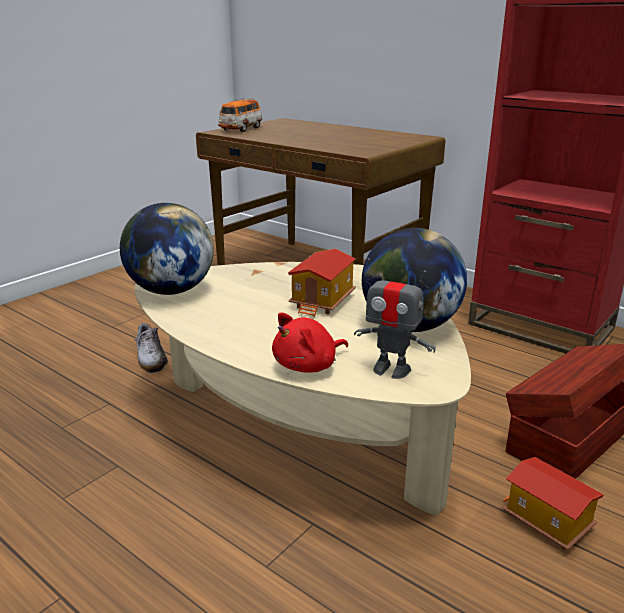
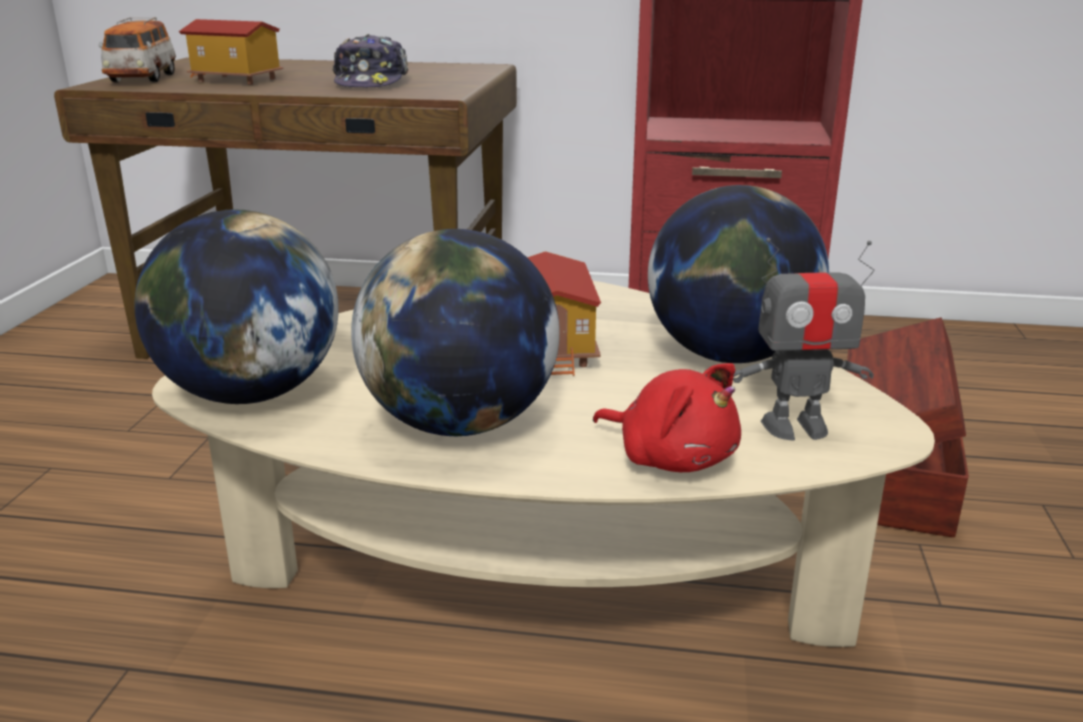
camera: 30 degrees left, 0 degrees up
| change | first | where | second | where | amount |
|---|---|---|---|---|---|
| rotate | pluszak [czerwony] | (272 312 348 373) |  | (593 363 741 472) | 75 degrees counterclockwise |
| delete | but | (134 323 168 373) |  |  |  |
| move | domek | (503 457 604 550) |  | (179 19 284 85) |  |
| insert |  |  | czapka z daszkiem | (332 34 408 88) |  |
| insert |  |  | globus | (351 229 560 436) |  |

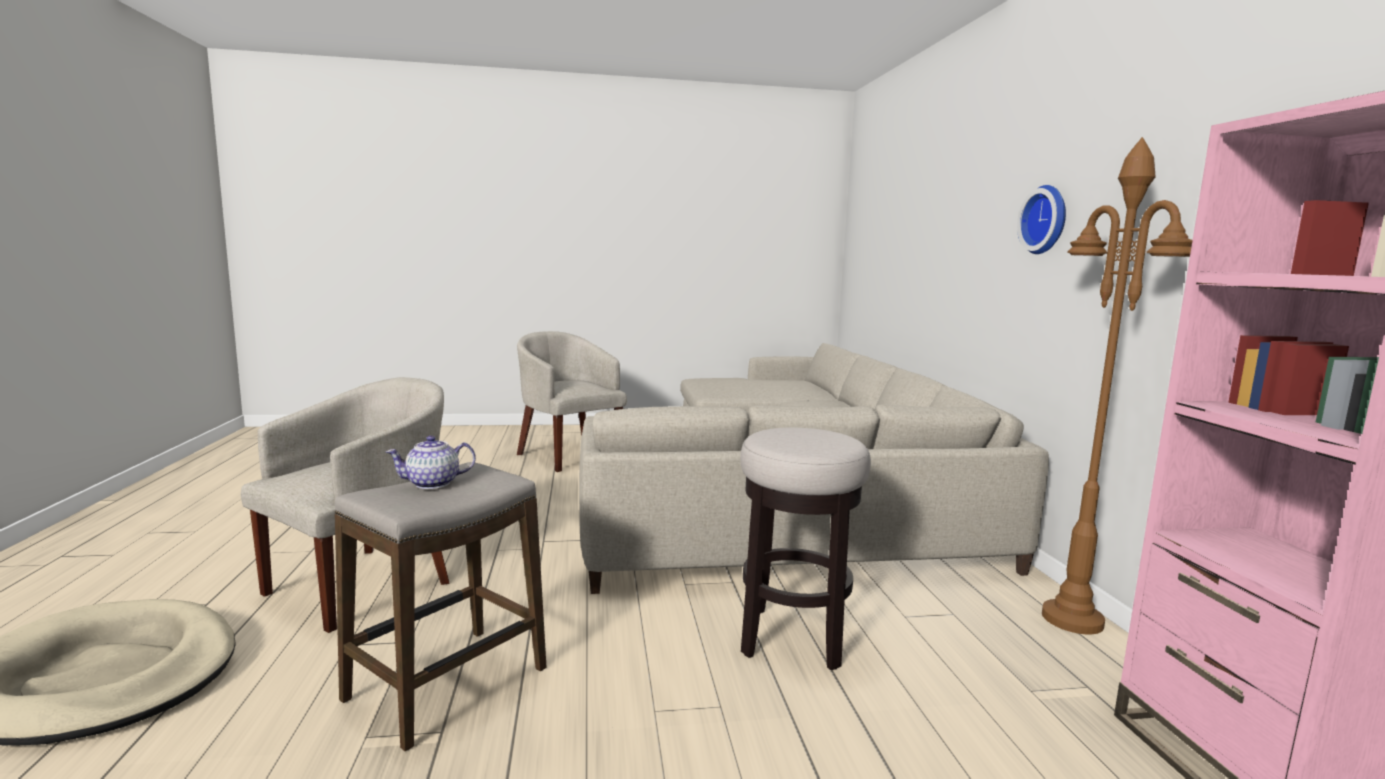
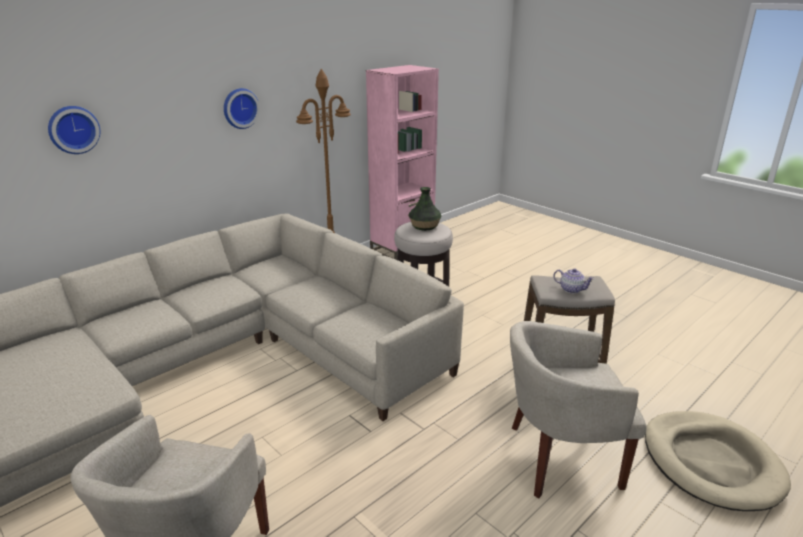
camera: 125 degrees left, 15 degrees up
| change | first | where | second | where | amount |
|---|---|---|---|---|---|
| insert |  |  | zegar ścienny | (48 106 100 154) |  |
| insert |  |  | wazon | (408 187 442 231) |  |

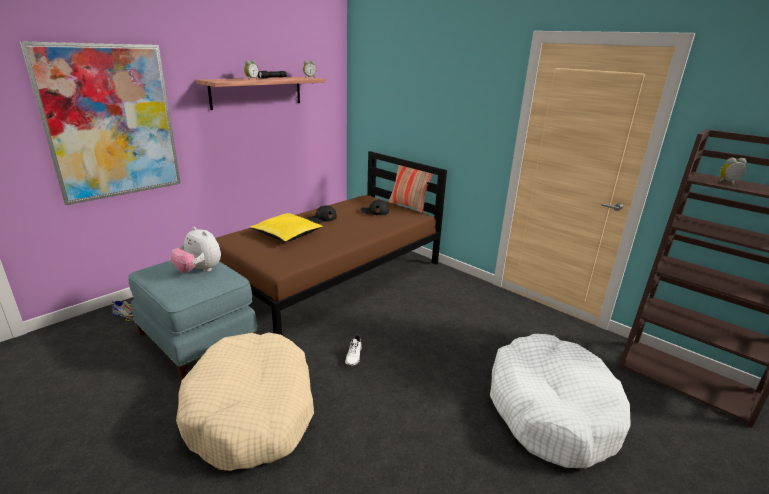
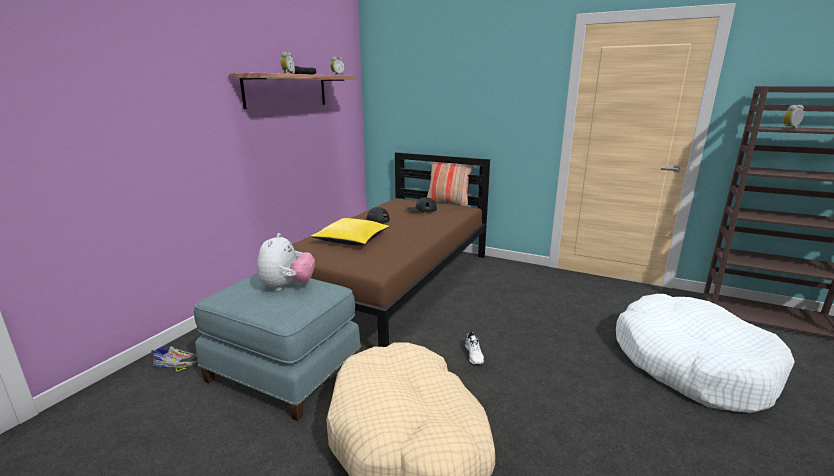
camera: 15 degrees left, 5 degrees down
| change | first | where | second | where | amount |
|---|---|---|---|---|---|
| delete | obraz | (20 41 181 205) |  |  |  |
| rotate | pluszak | (171 227 221 273) |  | (257 233 315 291) | 105 degrees counterclockwise |

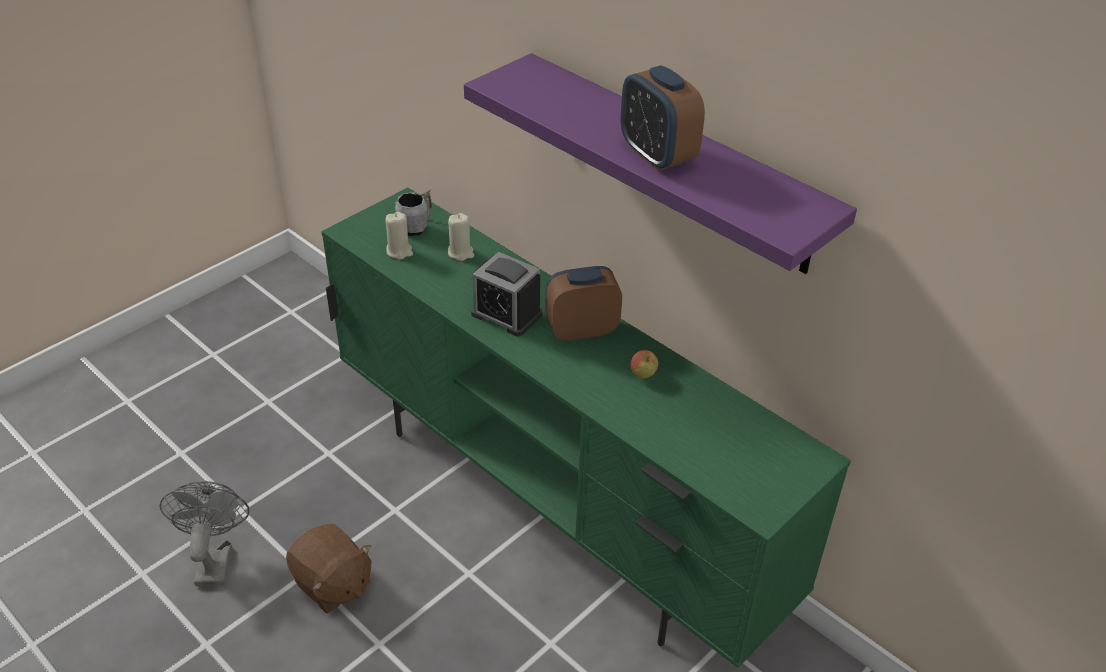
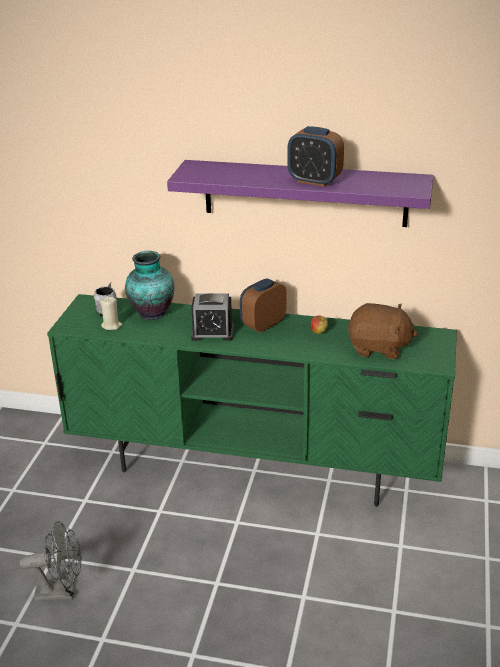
camera: 30 degrees left, 10 degrees down
| change | first | where | second | where | amount |
|---|---|---|---|---|---|
| replace | świeca [beżowy] | (448 213 474 261) | wazon | (125 251 175 320) |  |
| rotate | wentylator [szary] | (160 481 249 586) |  | (19 521 82 602) | 120 degrees clockwise |
| move | pluszak [brązowy] | (286 523 372 613) |  | (347 303 417 359) |  |

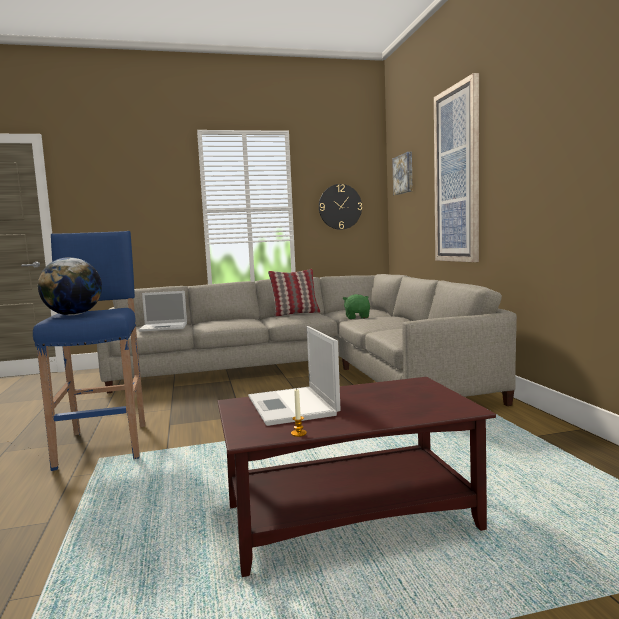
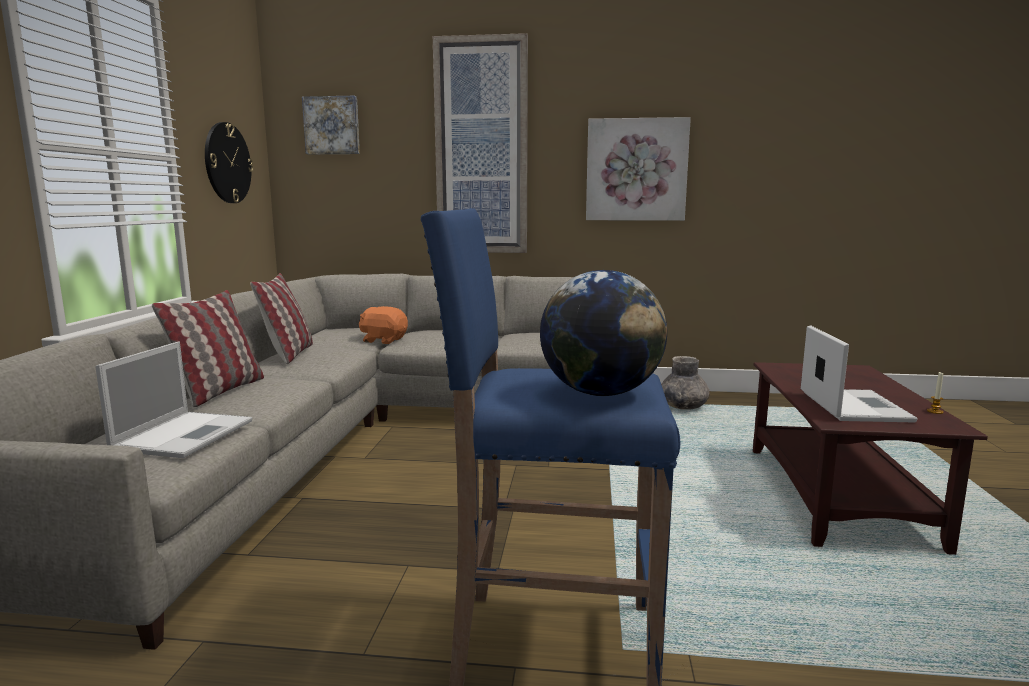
camera: 70 degrees left, 5 degrees up
| change | first | where | second | where | amount |
|---|---|---|---|---|---|
| recolor | pluszak [zielony] | (342 294 370 319) | pluszak [pomarańczowy] | (359 306 408 344) |  |
| rotate | laptop | (248 326 341 426) |  | (801 326 918 423) | 90 degrees counterclockwise |
| insert |  |  | obraz | (586 117 691 221) |  |
| insert |  |  | poduszka | (152 290 264 408) |  |
| insert |  |  | wazon [szary] | (661 356 710 410) |  |

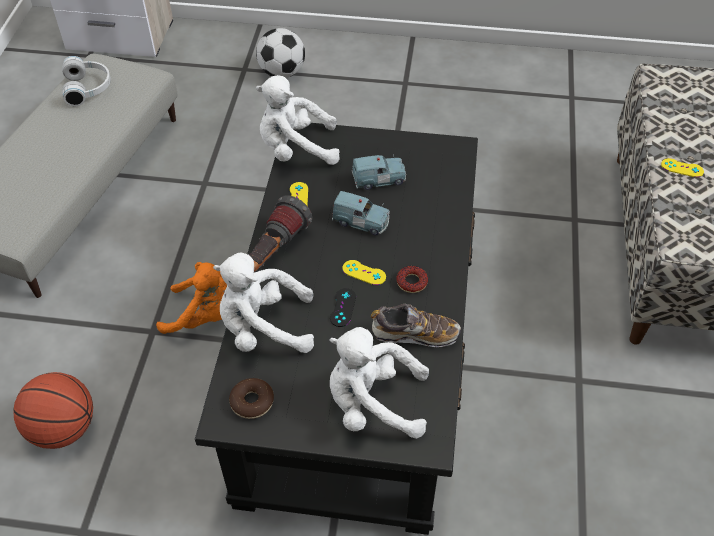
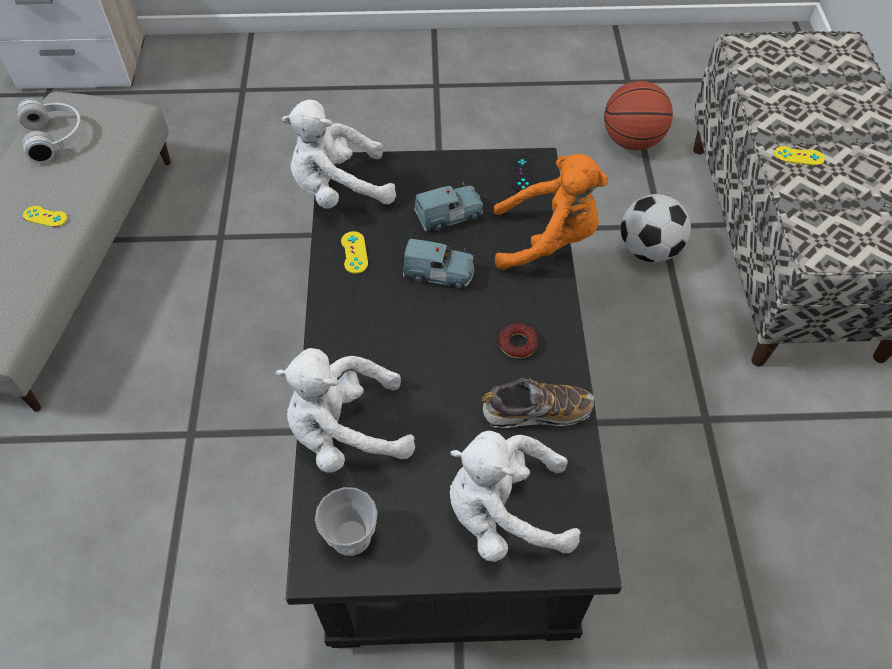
camera: 10 degrees left, 5 degrees up
| change | first | where | second | where | amount |
|---|---|---|---|---|---|
| move | piłka futbolowa | (256 28 305 78) |  | (621 194 691 262) |  |
| delete | latarka | (249 195 313 272) |  |  |  |
| move | pad do gier [żółty] | (342 260 386 285) |  | (23 206 67 227) |  |
| move | pluszak [pomarańczowy] | (156 262 227 334) |  | (493 154 608 270) |  |
| move | pad do gier [czarny] | (330 288 356 327) |  | (511 155 534 192) |  |
| move | piłka do koszykówki | (13 372 93 449) |  | (604 81 673 150) |  |
| replace | donut | (229 378 274 419) | filiżanka | (315 487 378 556) |  |

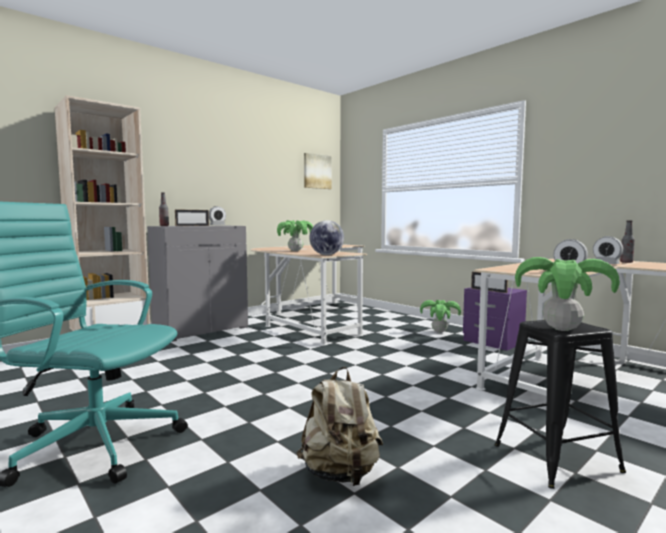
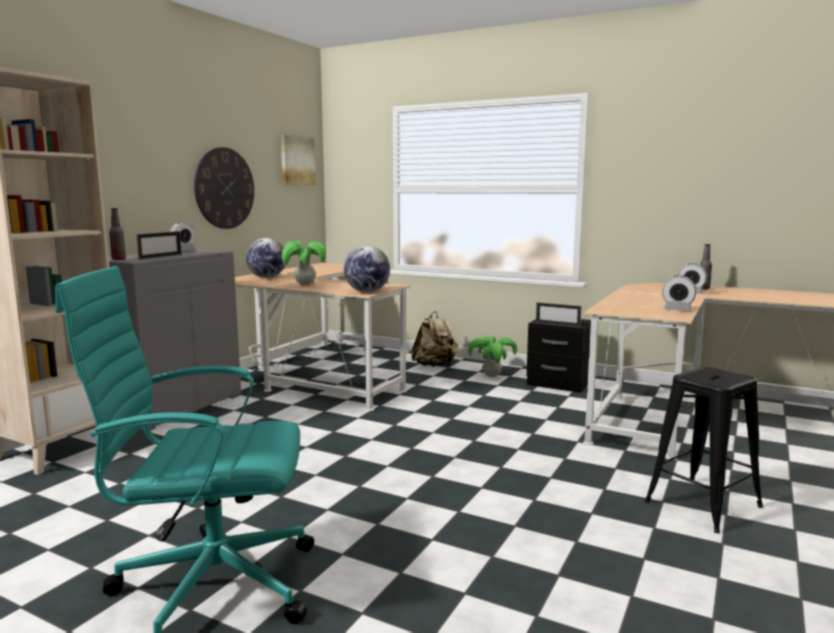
camera: 20 degrees left, 5 degrees up
| change | first | where | second | where | amount |
|---|---|---|---|---|---|
| delete | roślina doniczkowa | (515 257 620 331) |  |  |  |
| recolor | szafka nocna [fioletowy] | (463 287 527 351) | szafka nocna [czarny] | (527 319 591 393) |  |
| move | plecak [beżowy] | (296 367 383 486) |  | (411 311 459 367) |  |
| insert |  |  | zegar ścienny | (194 147 254 229) |  |
| insert |  |  | globus | (246 238 285 278) |  |

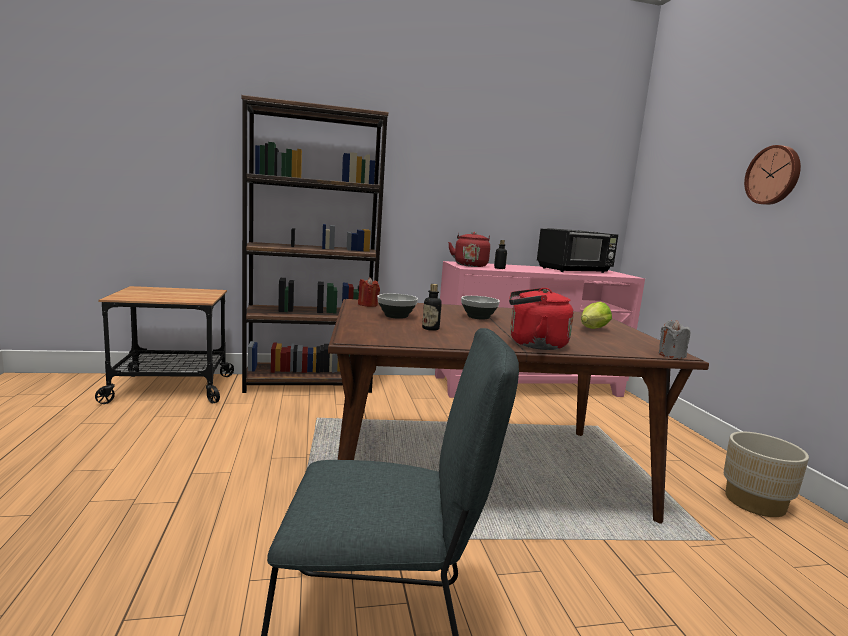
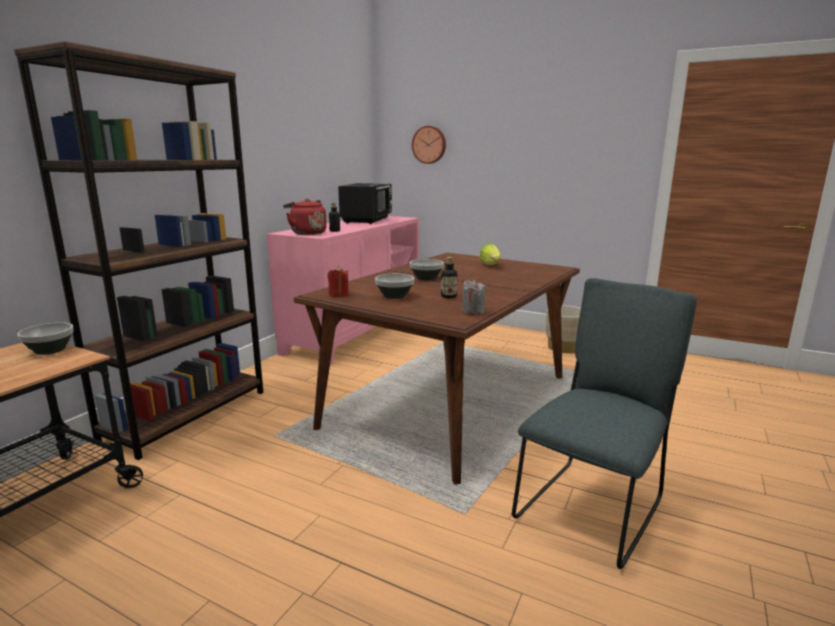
camera: 50 degrees left, 5 degrees up
| change | first | where | second | where | amount |
|---|---|---|---|---|---|
| move | zegar ścienny | (744 145 801 205) |  | (412 126 446 164) |  |
| delete | czajnik [czerwony] | (509 288 574 350) |  |  |  |
| move | świeca [szary] | (659 320 691 359) |  | (462 280 486 315) |  |
| insert |  |  | miska | (17 322 73 355) |  |

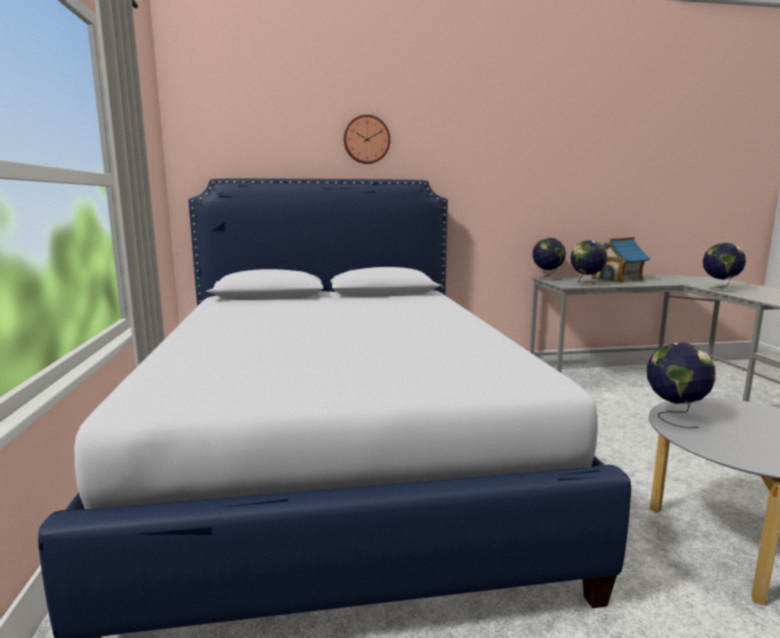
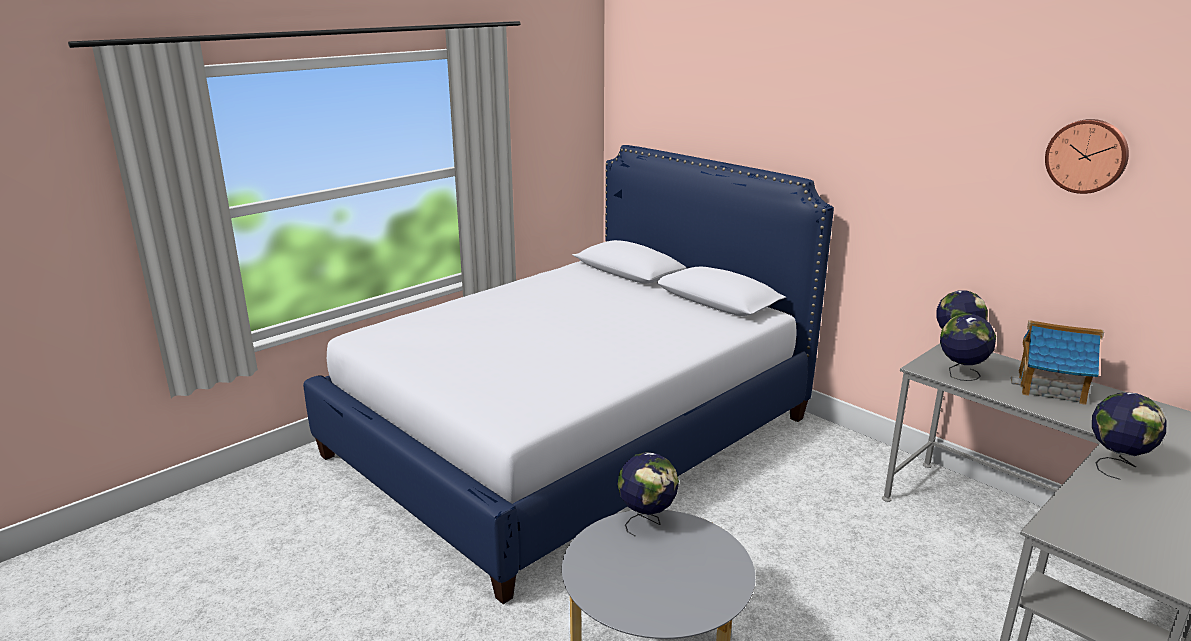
camera: 55 degrees right, 10 degrees up
| change | first | where | second | where | amount |
|---|---|---|---|---|---|
| move | zegar ścienny | (344 115 390 164) |  | (1045 119 1129 194) |  |

